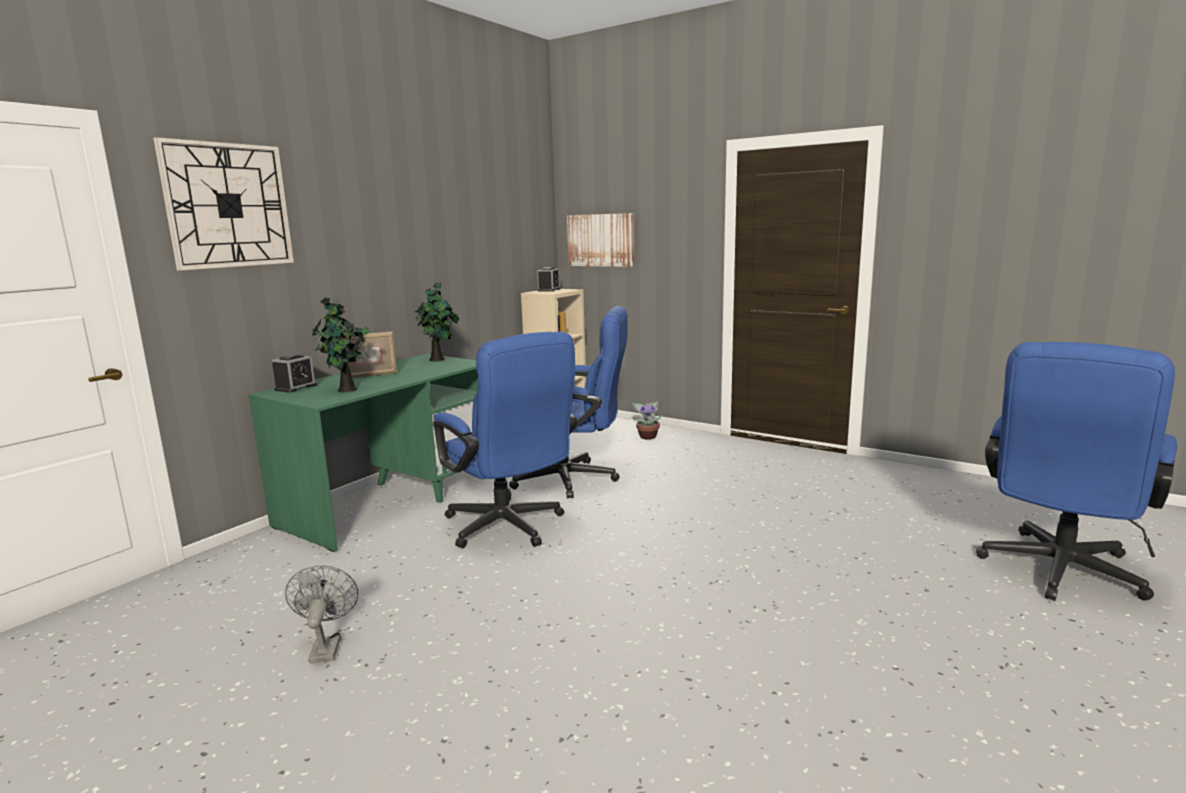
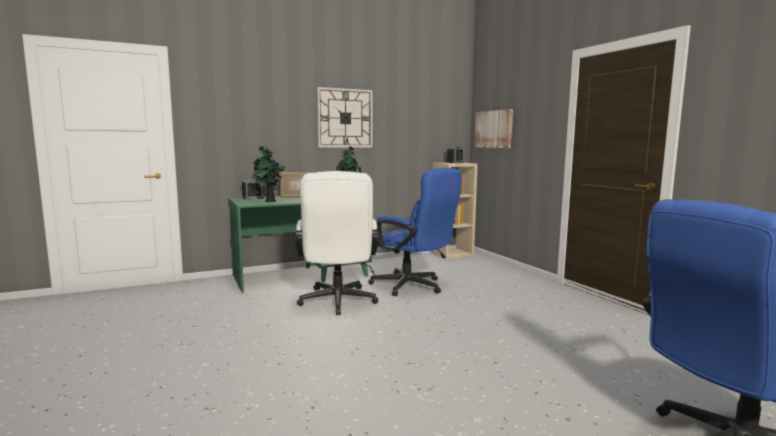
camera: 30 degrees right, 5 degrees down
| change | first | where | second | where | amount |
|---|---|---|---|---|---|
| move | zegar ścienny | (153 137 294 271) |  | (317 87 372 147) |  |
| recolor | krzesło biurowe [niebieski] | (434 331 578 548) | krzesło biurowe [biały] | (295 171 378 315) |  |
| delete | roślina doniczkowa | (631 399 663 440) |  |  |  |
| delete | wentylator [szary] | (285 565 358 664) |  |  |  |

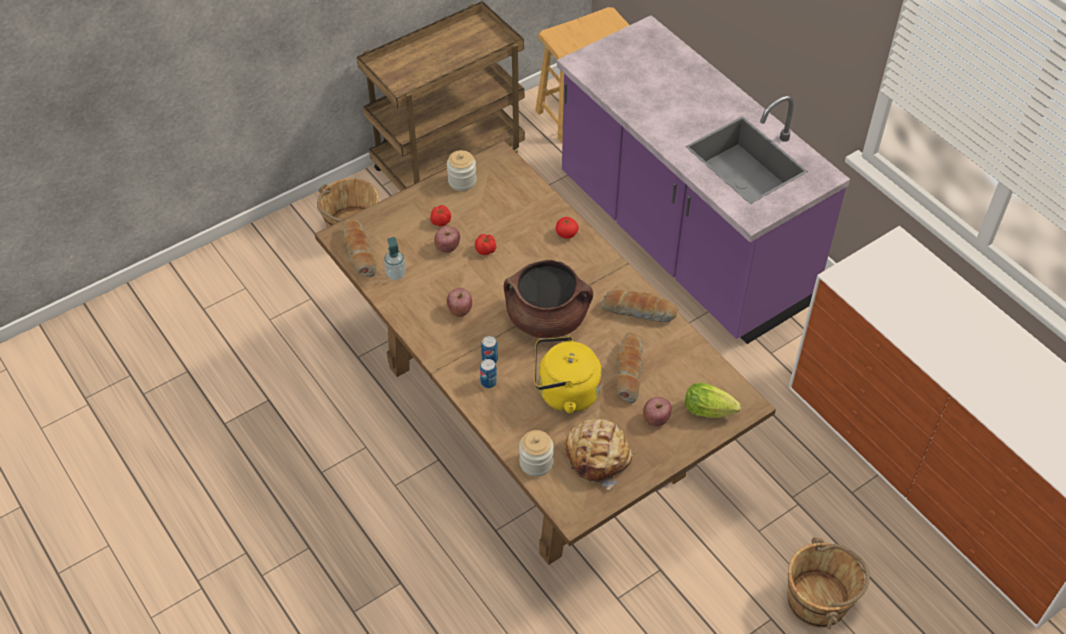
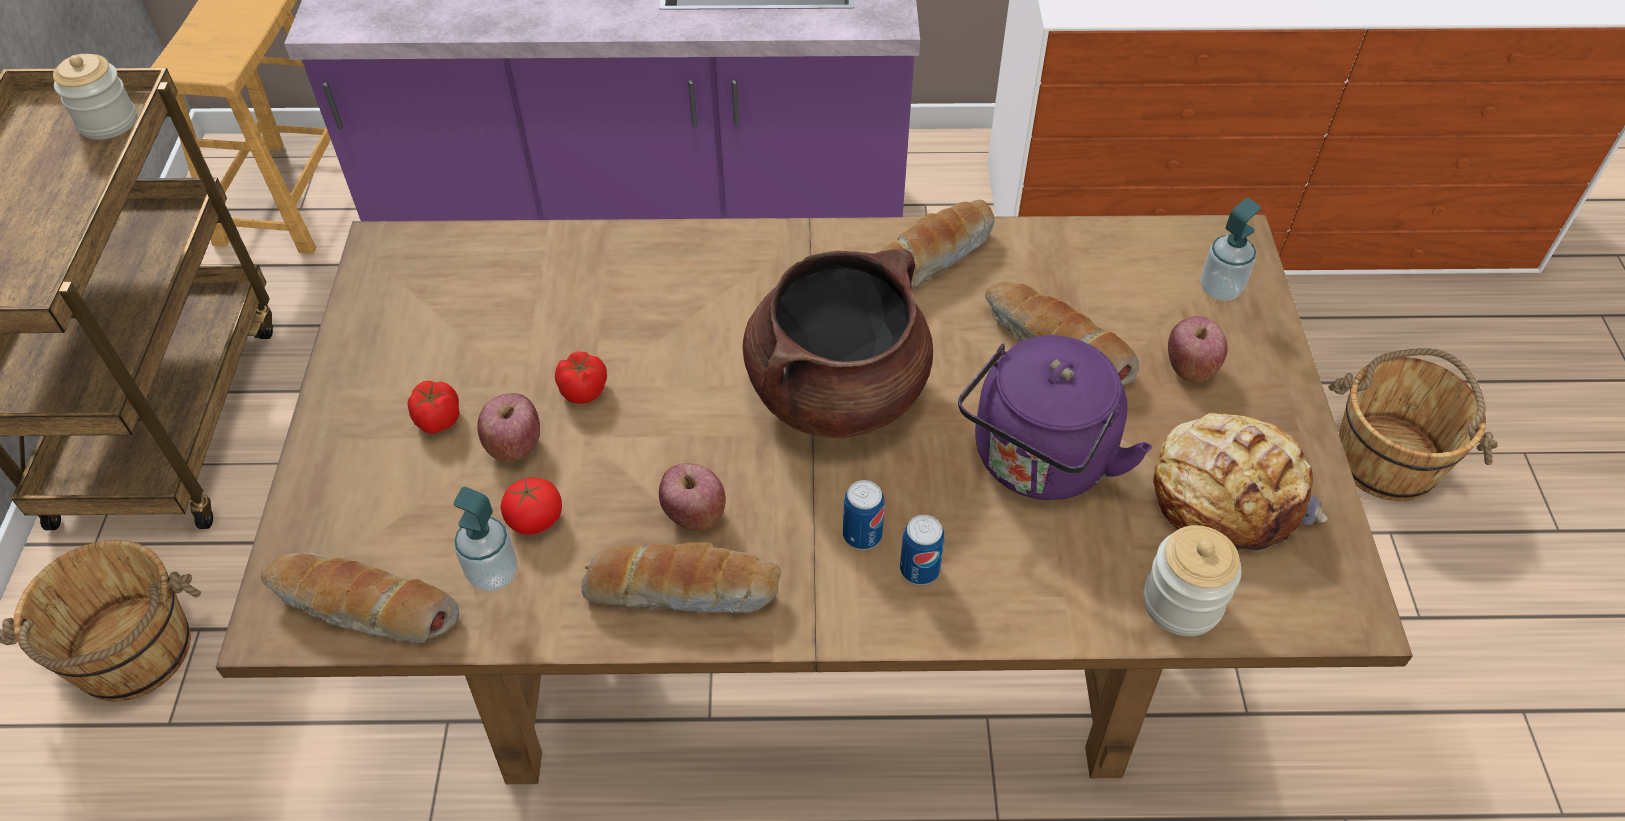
camera: 55 degrees left, 0 degrees up
| change | first | where | second | where | amount |
|---|---|---|---|---|---|
| move | słoik | (447 150 476 191) |  | (53 54 137 140) |  |
| move | pomidor | (556 217 579 239) |  | (500 478 562 535) |  |
| recolor | czajnik [żółty] | (534 336 602 413) | czajnik [fioletowy] | (958 335 1152 500) |  |
| replace | sałata | (685 382 741 418) | dozownik mydła | (1200 198 1261 301) |  |
| insert |  |  | chleb | (581 542 781 613) |  |

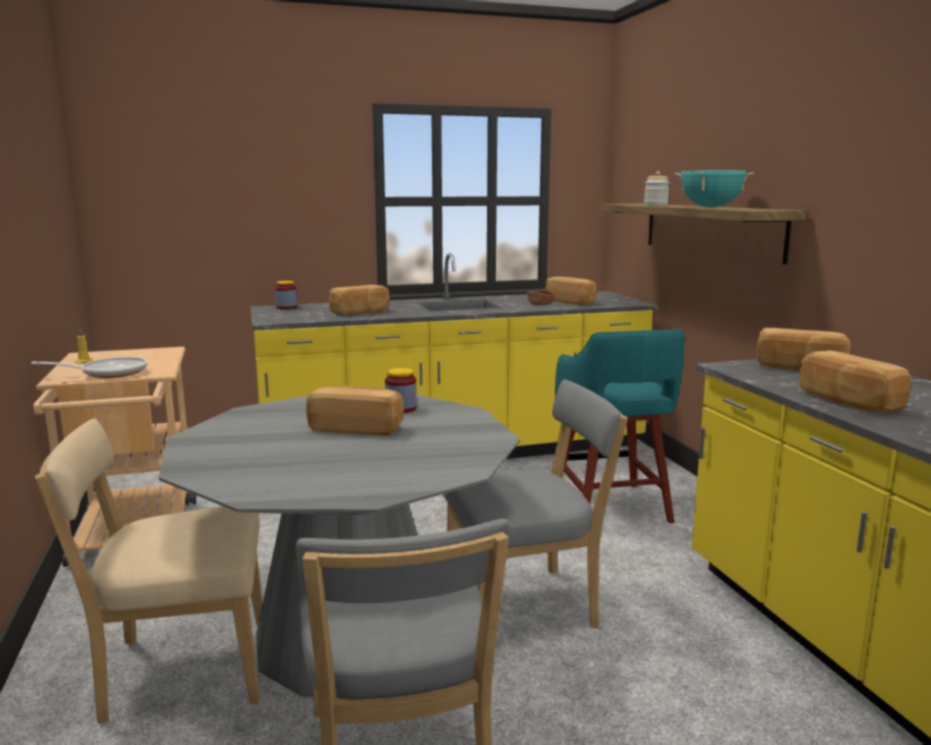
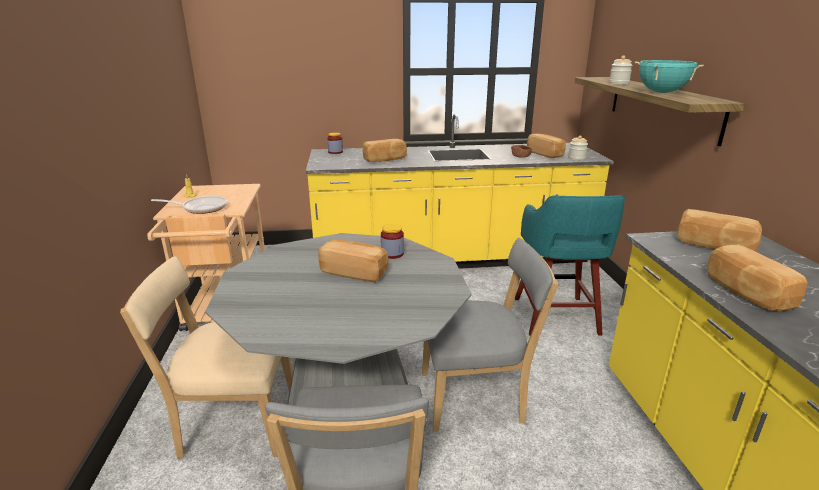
camera: 10 degrees right, 10 degrees up
| change | first | where | second | where | amount |
|---|---|---|---|---|---|
| insert |  |  | słoik | (568 136 588 161) |  |

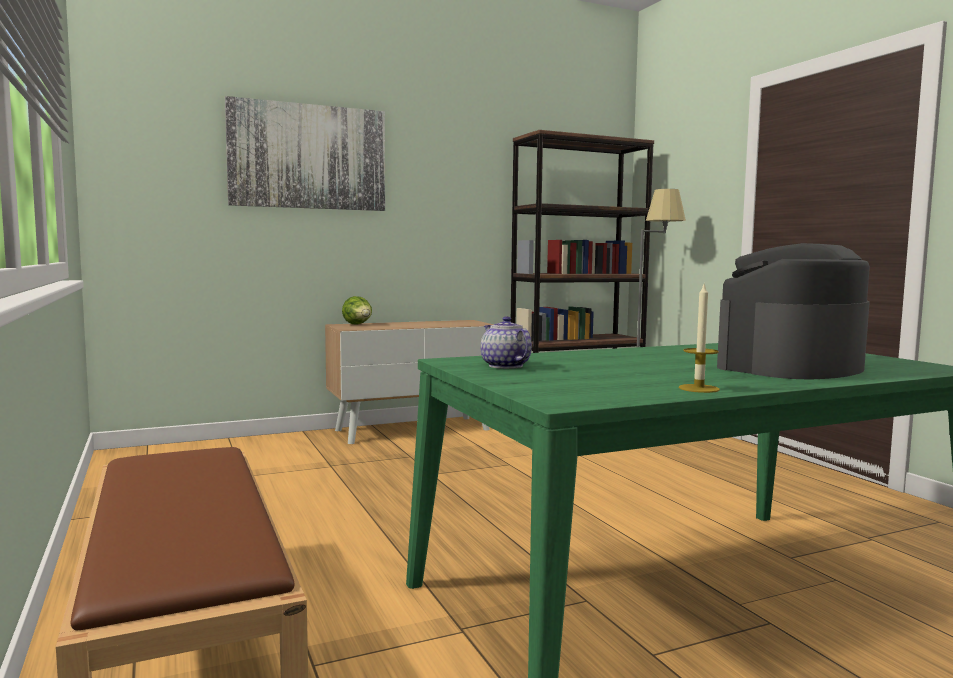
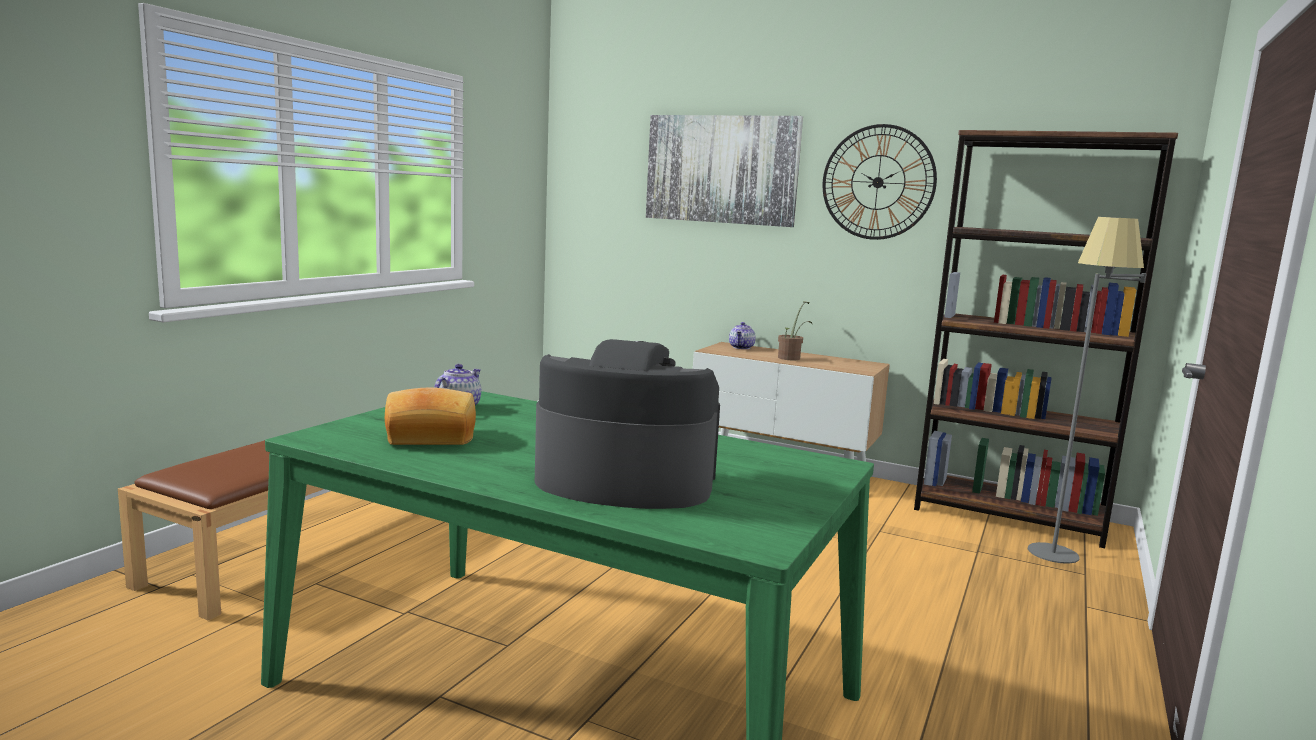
camera: 50 degrees right, 5 degrees up
| change | first | where | second | where | amount |
|---|---|---|---|---|---|
| delete | świeca | (679 284 720 393) |  |  |  |
| replace | sałata | (342 296 372 325) | imbryk | (729 322 756 349) |  |
| insert |  |  | zegar ścienny | (822 124 937 240) |  |
| insert |  |  | roślina doniczkowa | (778 301 813 360) |  |
| insert |  |  | chleb | (385 387 476 445) |  |

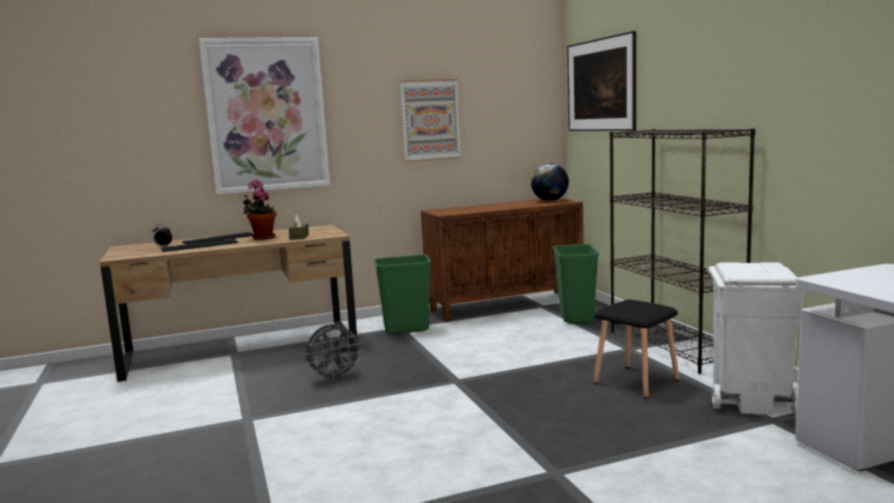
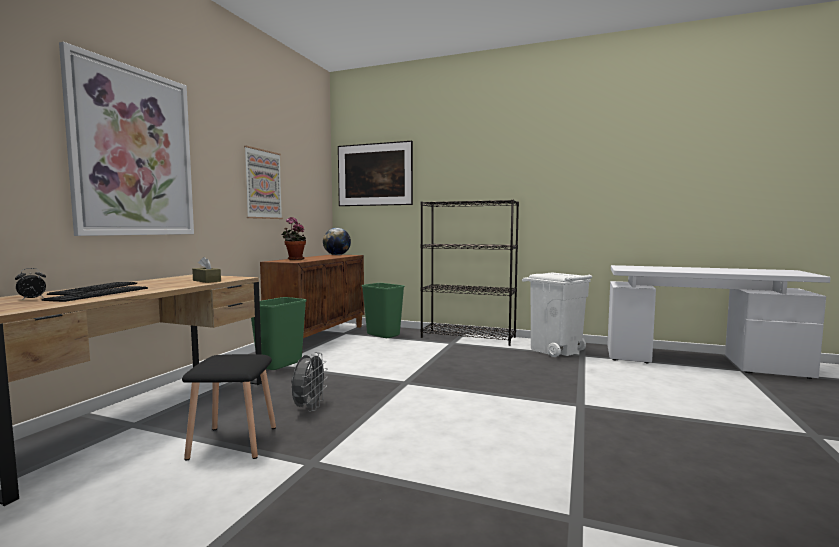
camera: 50 degrees left, 5 degrees down
| change | first | where | second | where | amount |
|---|---|---|---|---|---|
| move | roślina doniczkowa | (243 179 276 240) |  | (282 217 306 260) |  |
| move | stołek [czarny] | (593 300 679 398) |  | (182 354 276 461) |  |

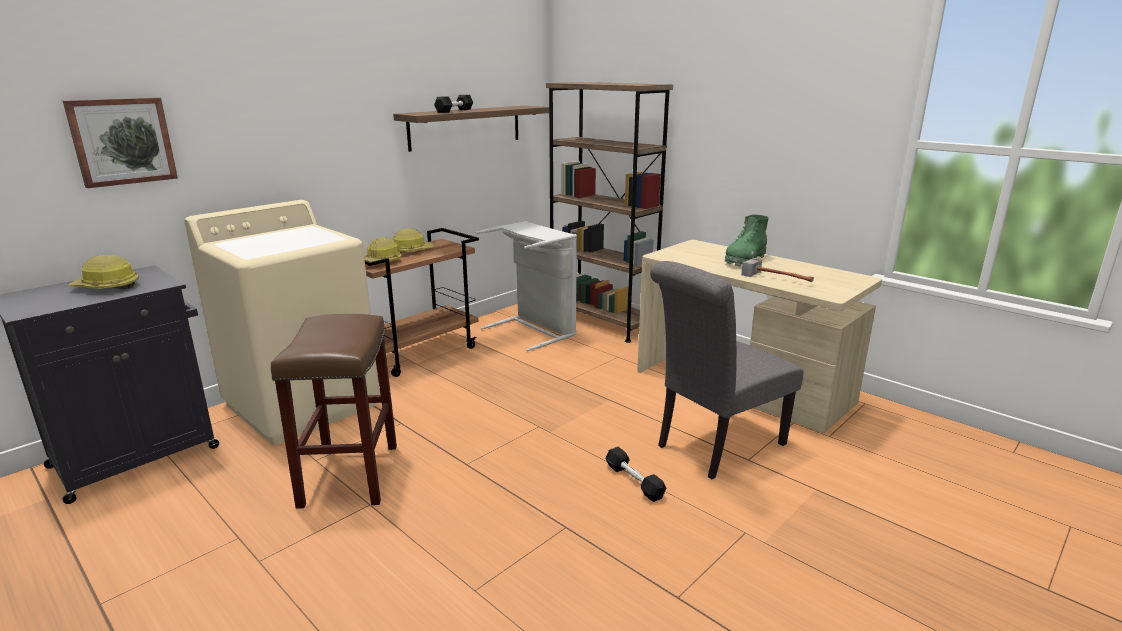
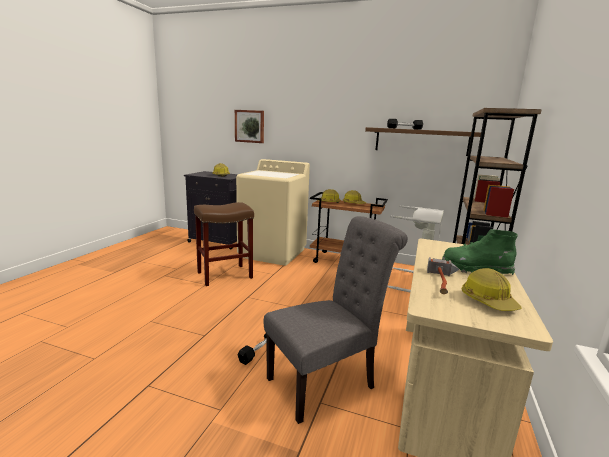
camera: 65 degrees right, 5 degrees down
| change | first | where | second | where | amount |
|---|---|---|---|---|---|
| rotate | krzesło [szary] | (650 261 803 479) |  | (264 216 408 424) | 120 degrees clockwise |
| insert |  |  | kask | (462 268 522 311) |  |

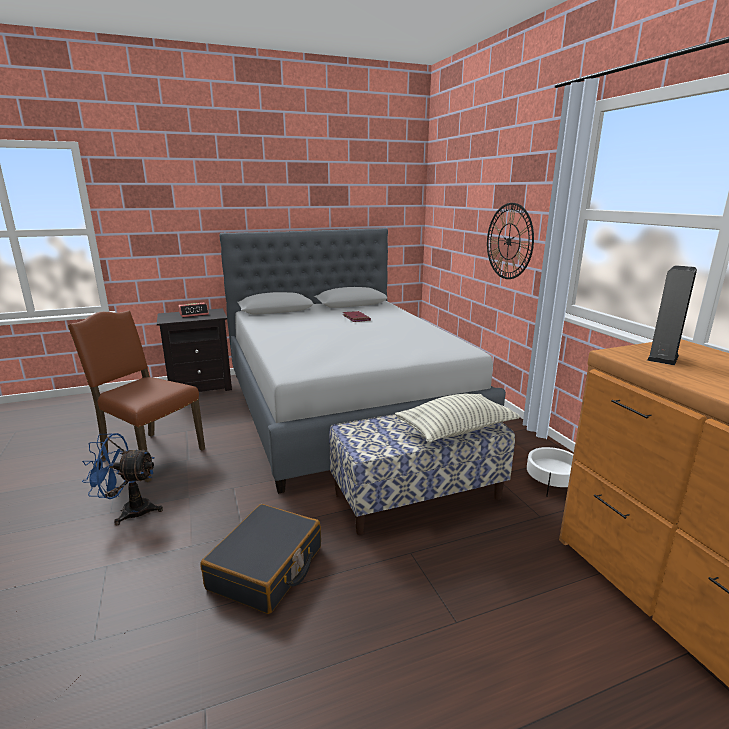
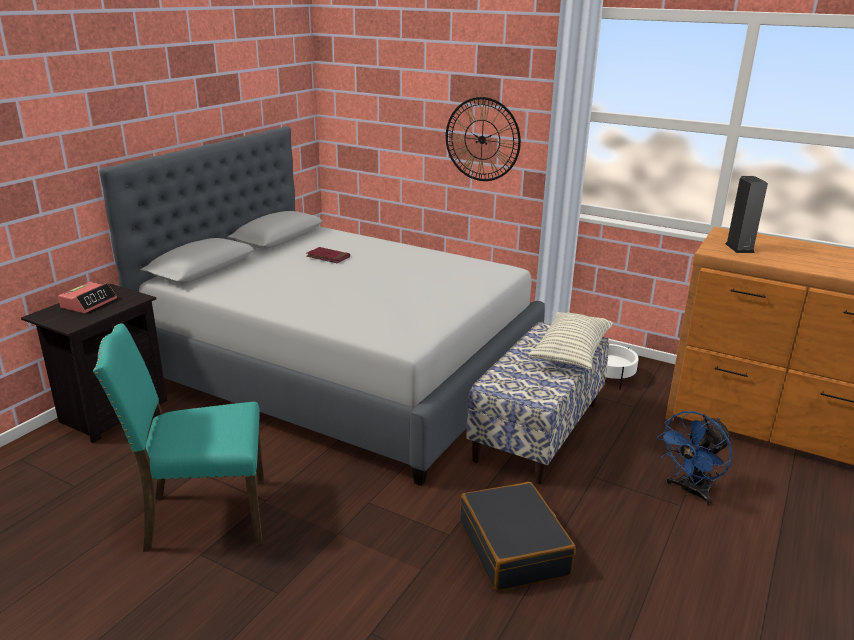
camera: 40 degrees left, 5 degrees up
| change | first | where | second | where | amount |
|---|---|---|---|---|---|
| recolor | krzesło [brązowy] | (68 310 205 482) | krzesło [turkusowy] | (93 323 264 552) |  |
| move | wentylator [niebieski] | (82 433 163 525) |  | (657 411 732 506) |  |

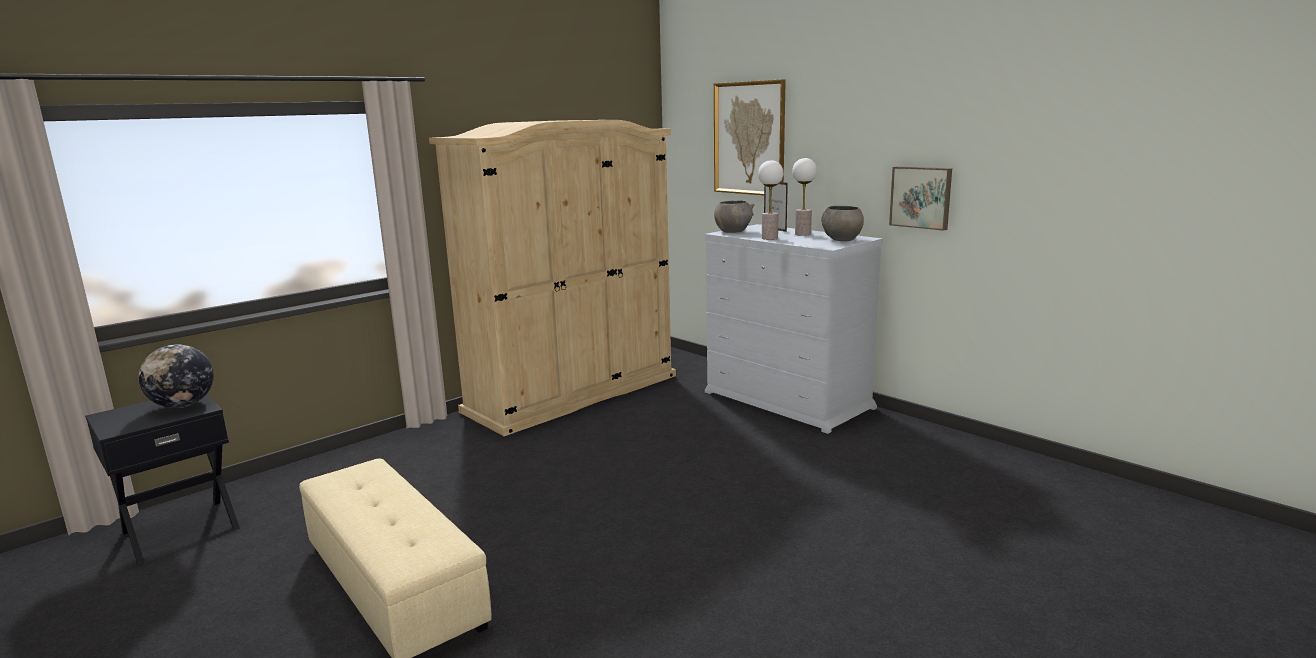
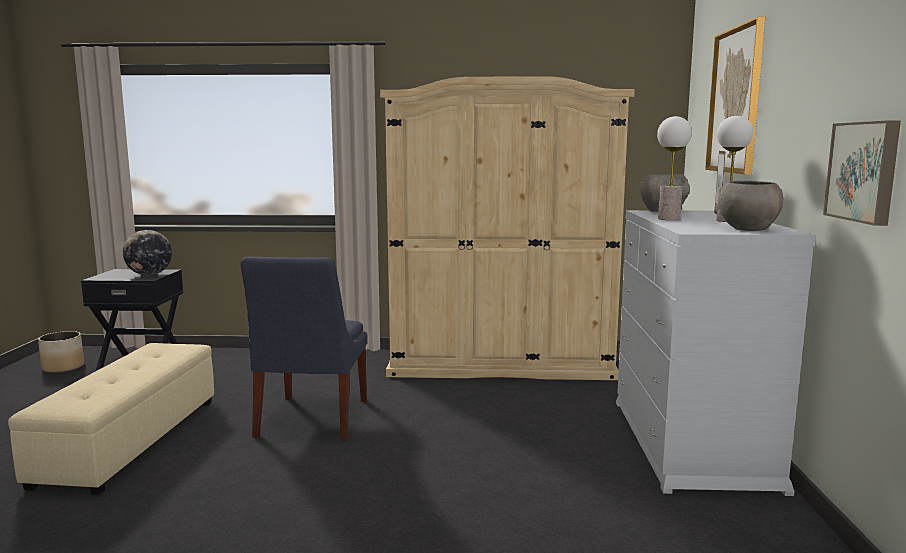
camera: 45 degrees right, 5 degrees down
| change | first | where | second | where | amount |
|---|---|---|---|---|---|
| insert |  |  | krzesło [niebieski] | (240 257 368 441) |  |
| insert |  |  | donica | (38 331 84 373) |  |

